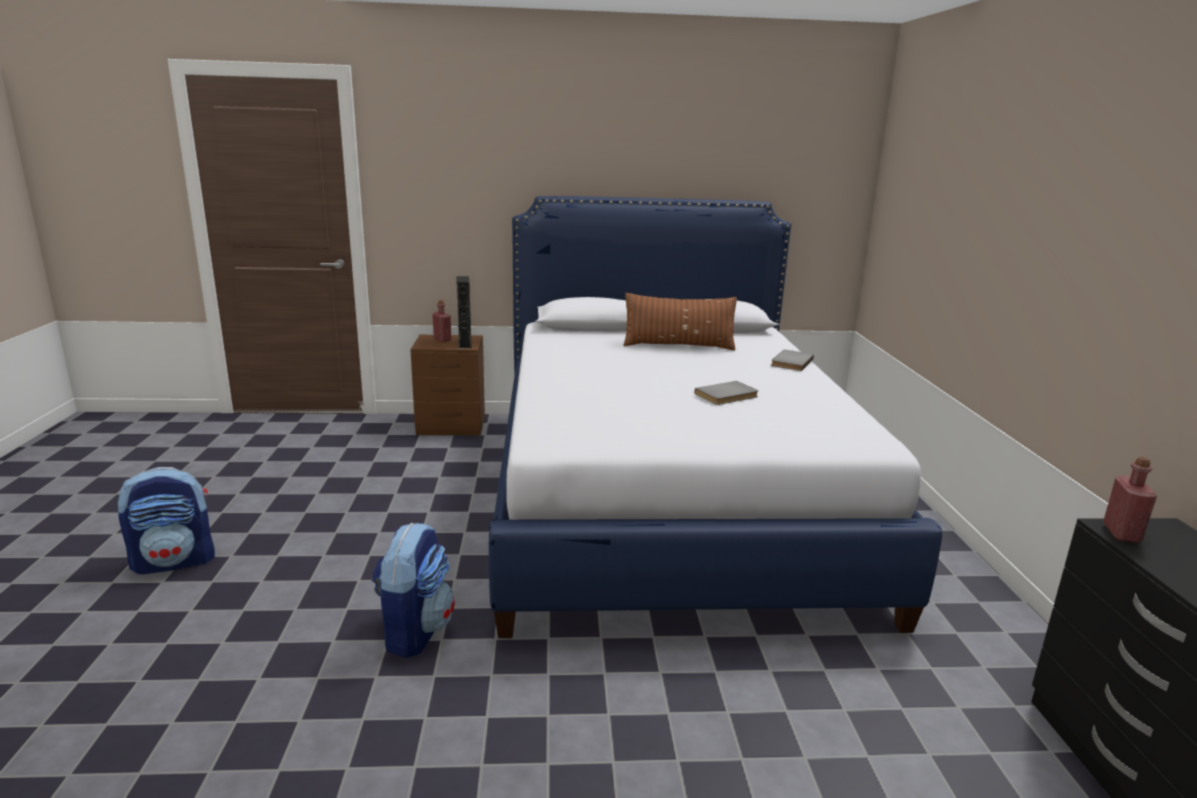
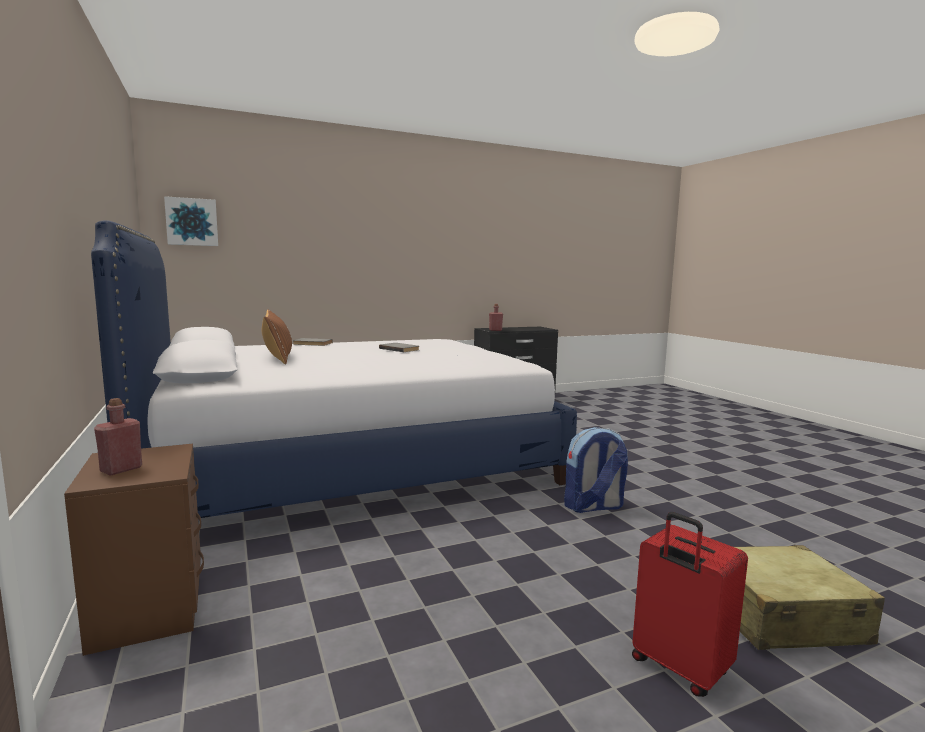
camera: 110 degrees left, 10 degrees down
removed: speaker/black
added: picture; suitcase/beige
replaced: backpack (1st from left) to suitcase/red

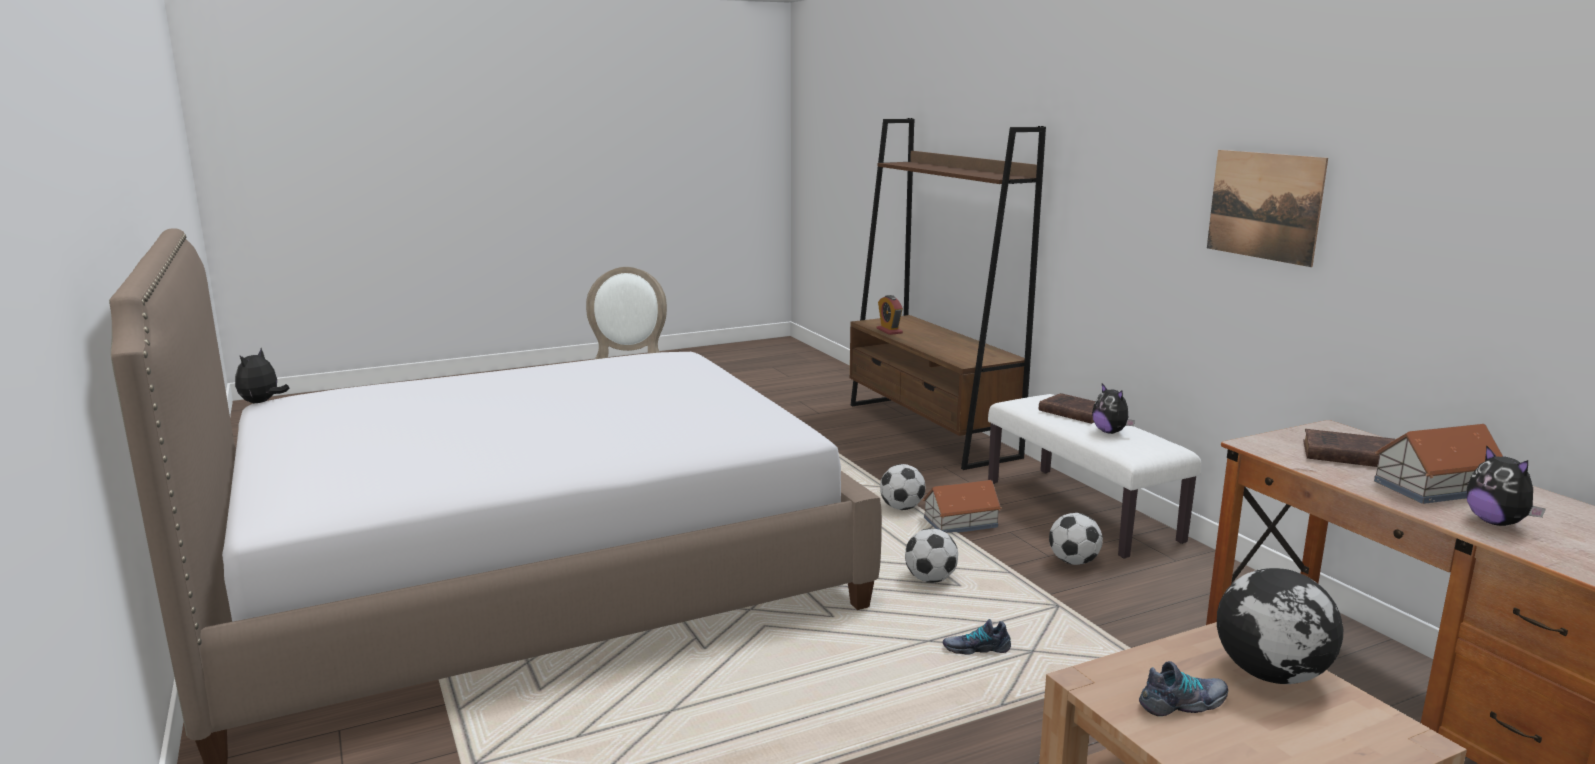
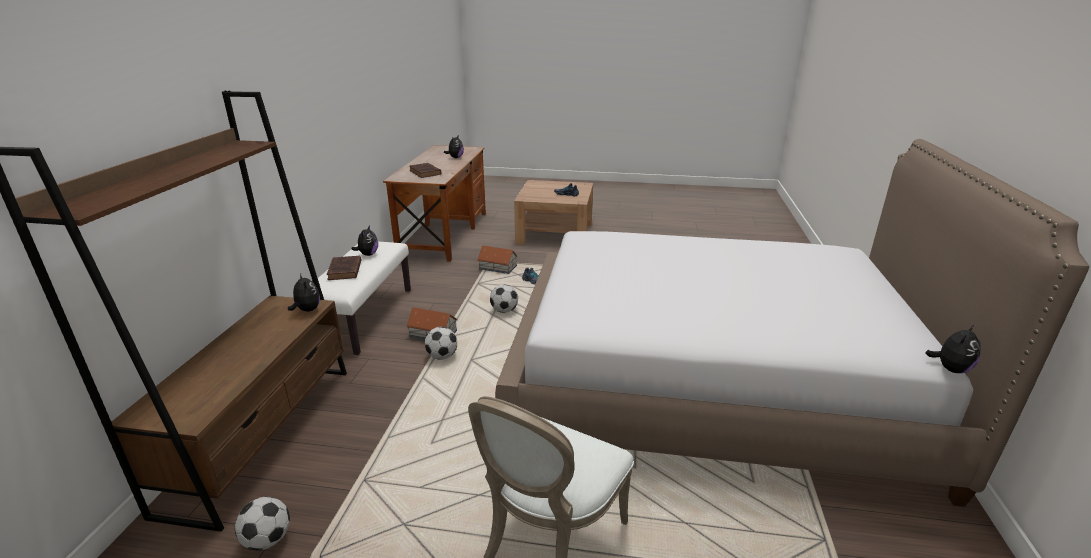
camera: 145 degrees left, 10 degrees up
removed: alarm clock; picture; globe
added: plush toy (1st from left)
moved: football (3rd from left in the first image) to football (1st from left); toy house (2nd from left)

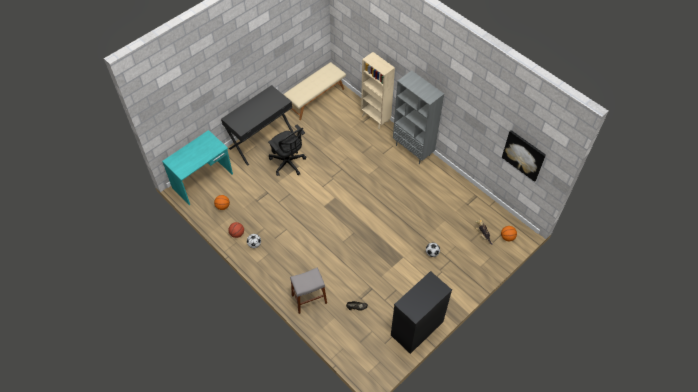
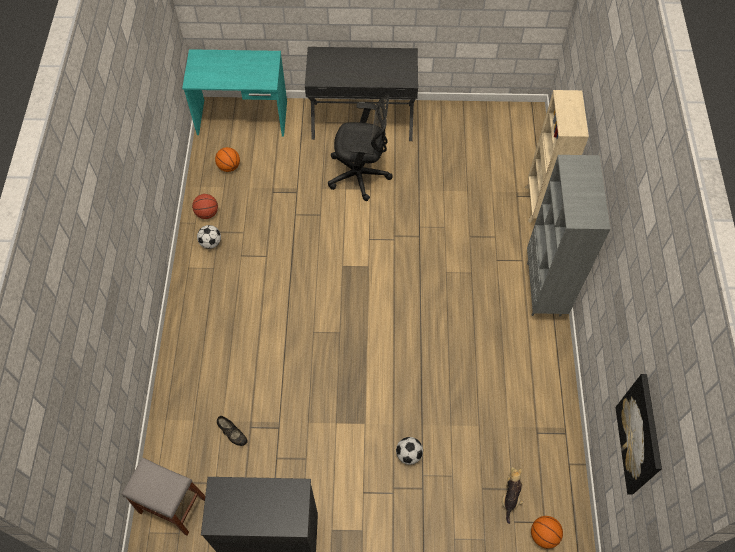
camera: 45 degrees right, 5 degrees up
removed: bench/beige
moved: stool/grey
turned: office chair/black 90 degrees counterclockwise

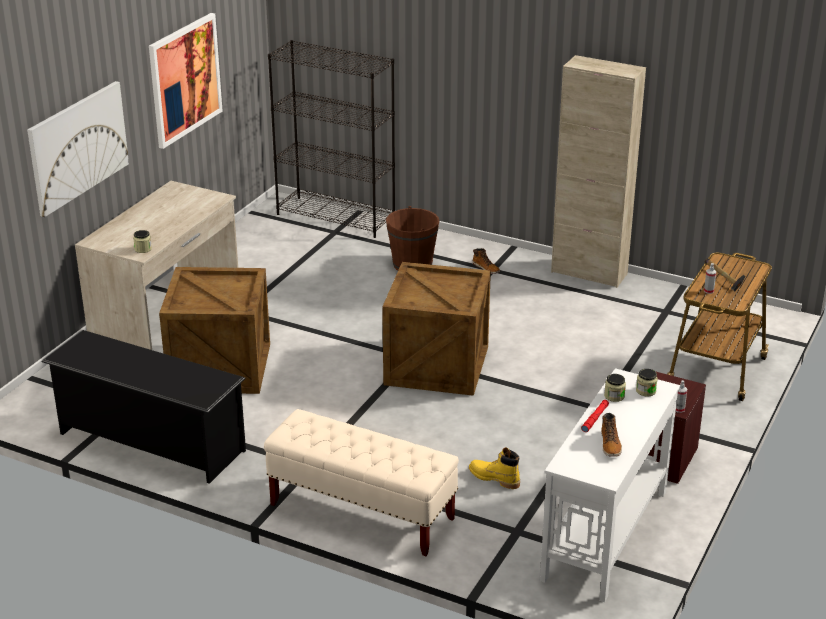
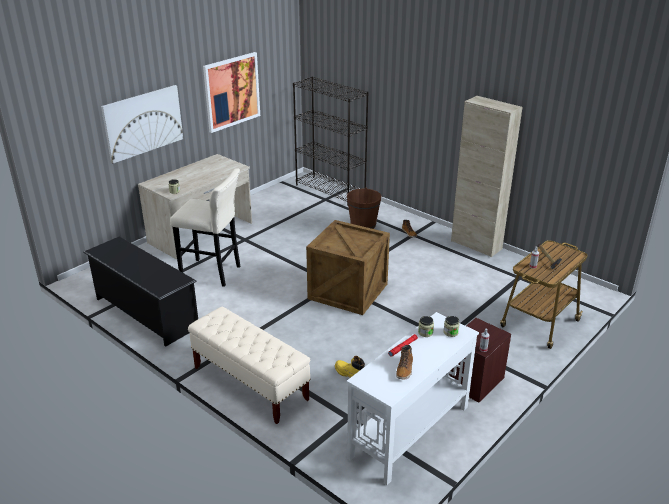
camera: 15 degrees right, 0 degrees up
replaced: crate (1st from left) to stool/beige

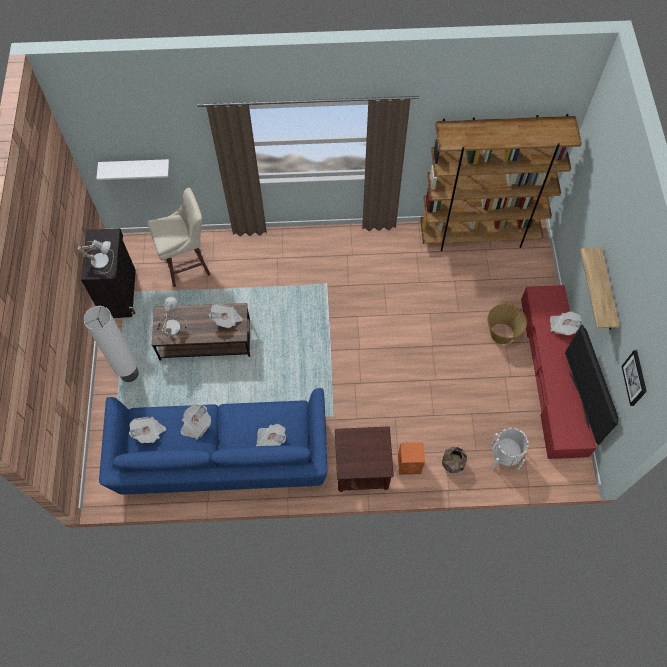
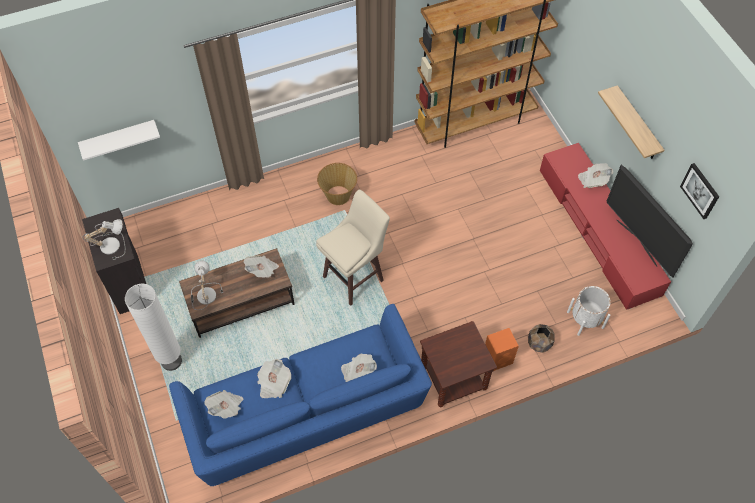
camera: 20 degrees left, 5 degrees down
moved: stool/beige; basket

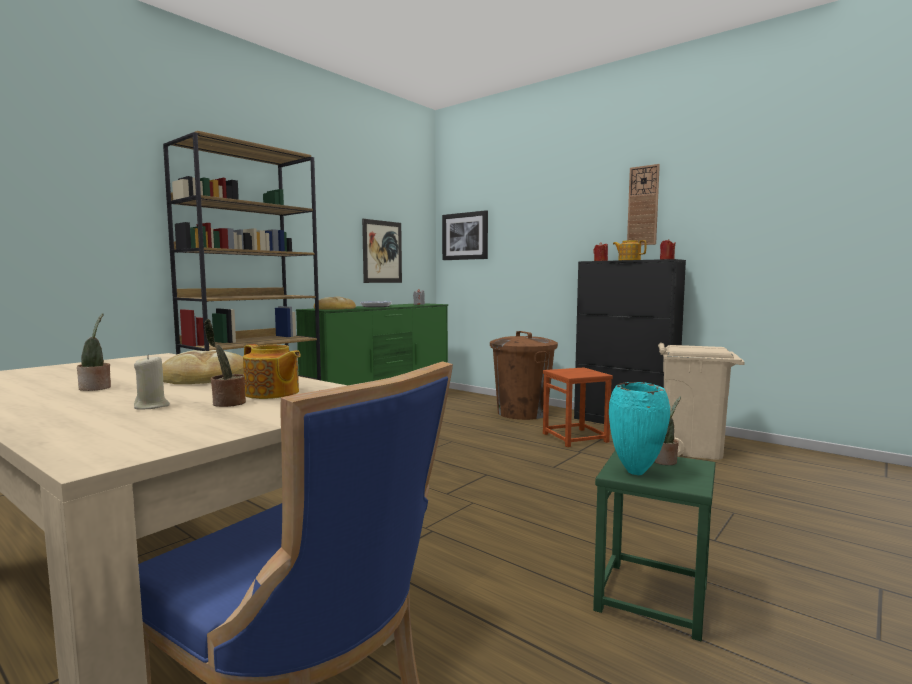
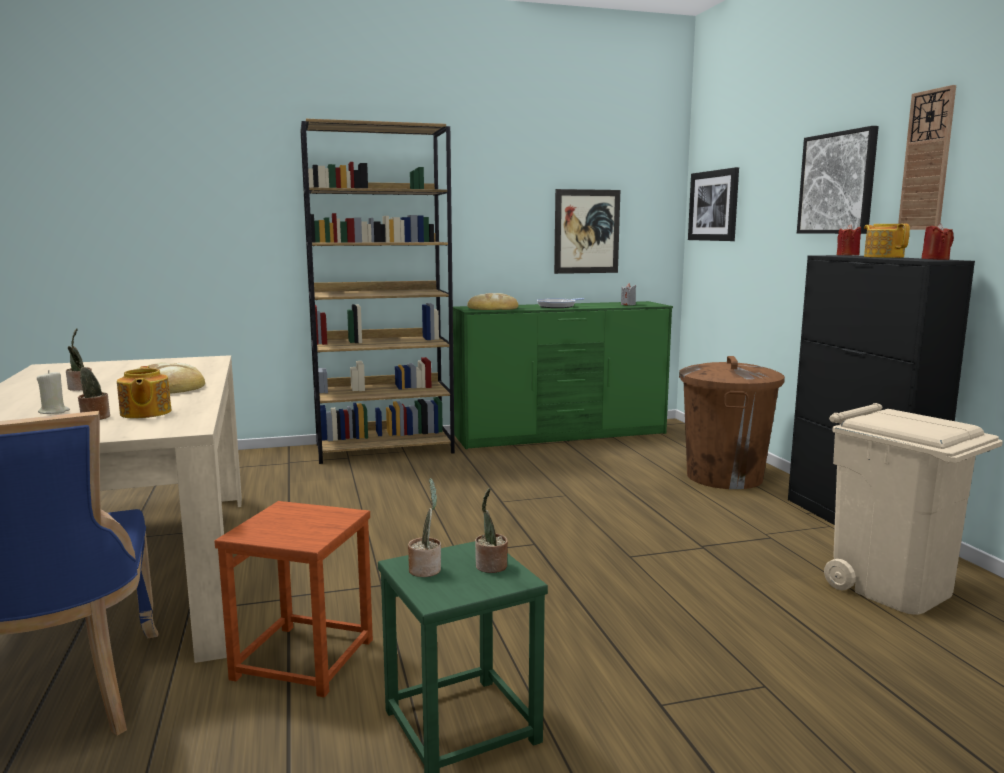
camera: 35 degrees right, 5 degrees up
added: picture (3rd from left)
moved: stool/brown
replaced: vase/turquoise to potted plant (3rd from left)

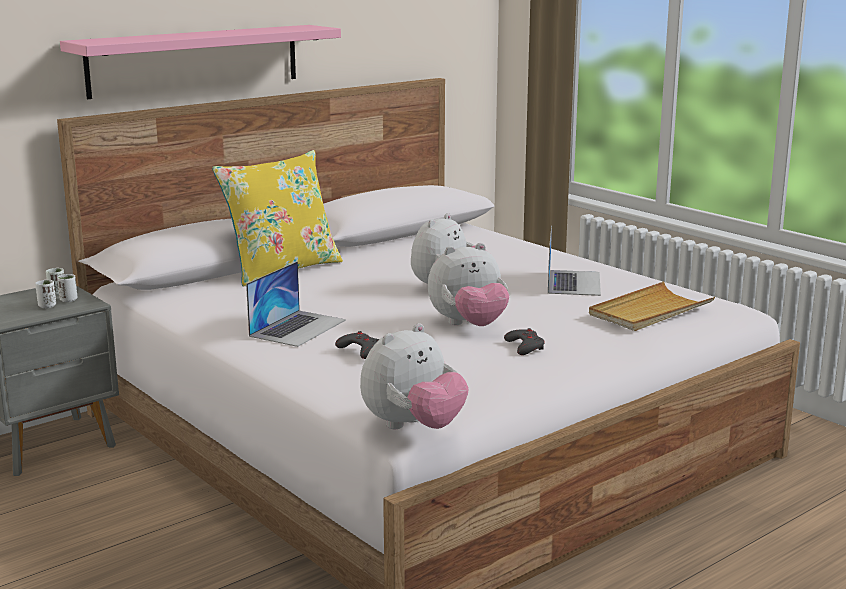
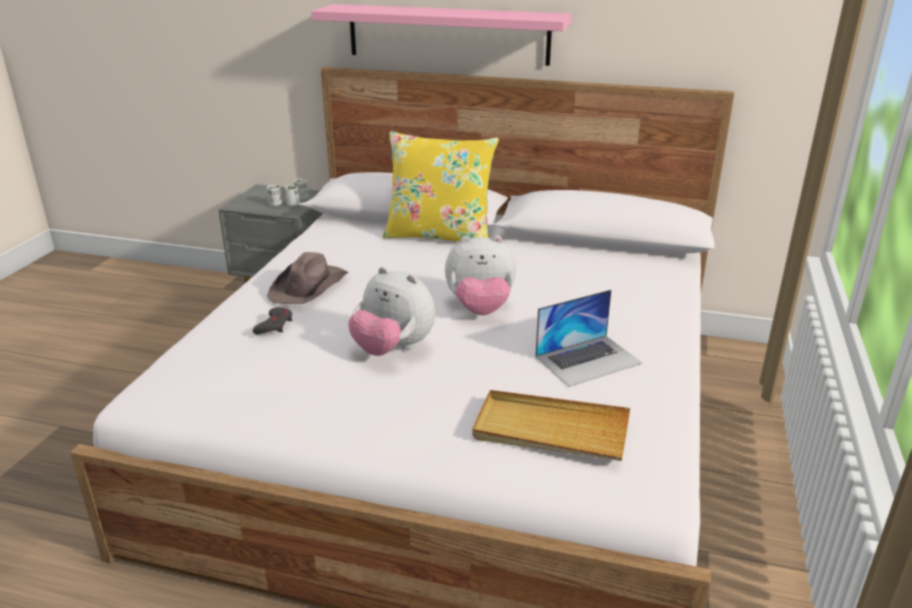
camera: 55 degrees right, 10 degrees up
removed: plush toy (1st from left); game controller/grey (2nd from left)
replaced: laptop (1st from left) to hat/brown

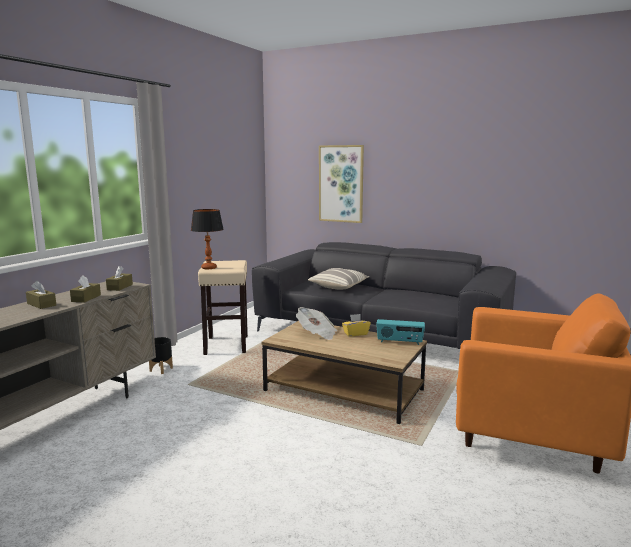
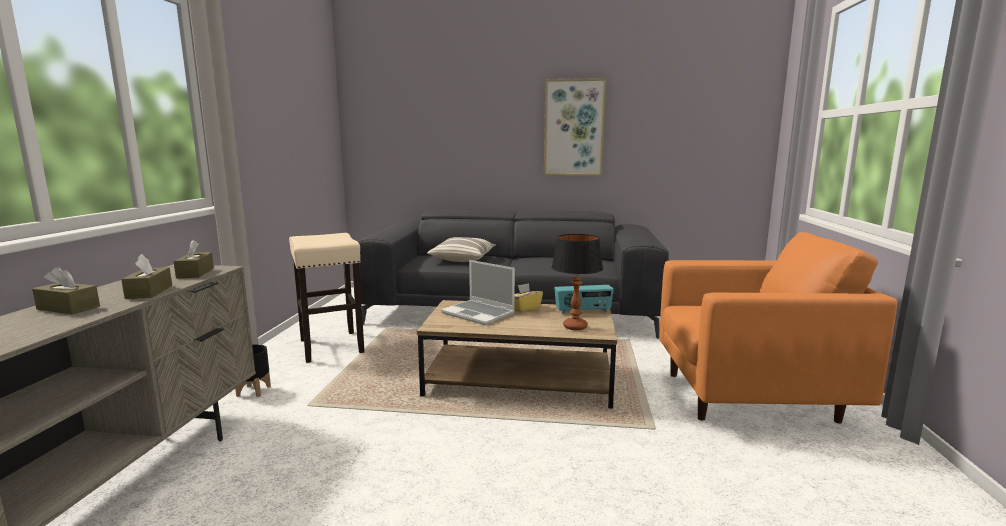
camera: 20 degrees left, 0 degrees up
moved: table lamp; picture
replaced: newspaper to laptop

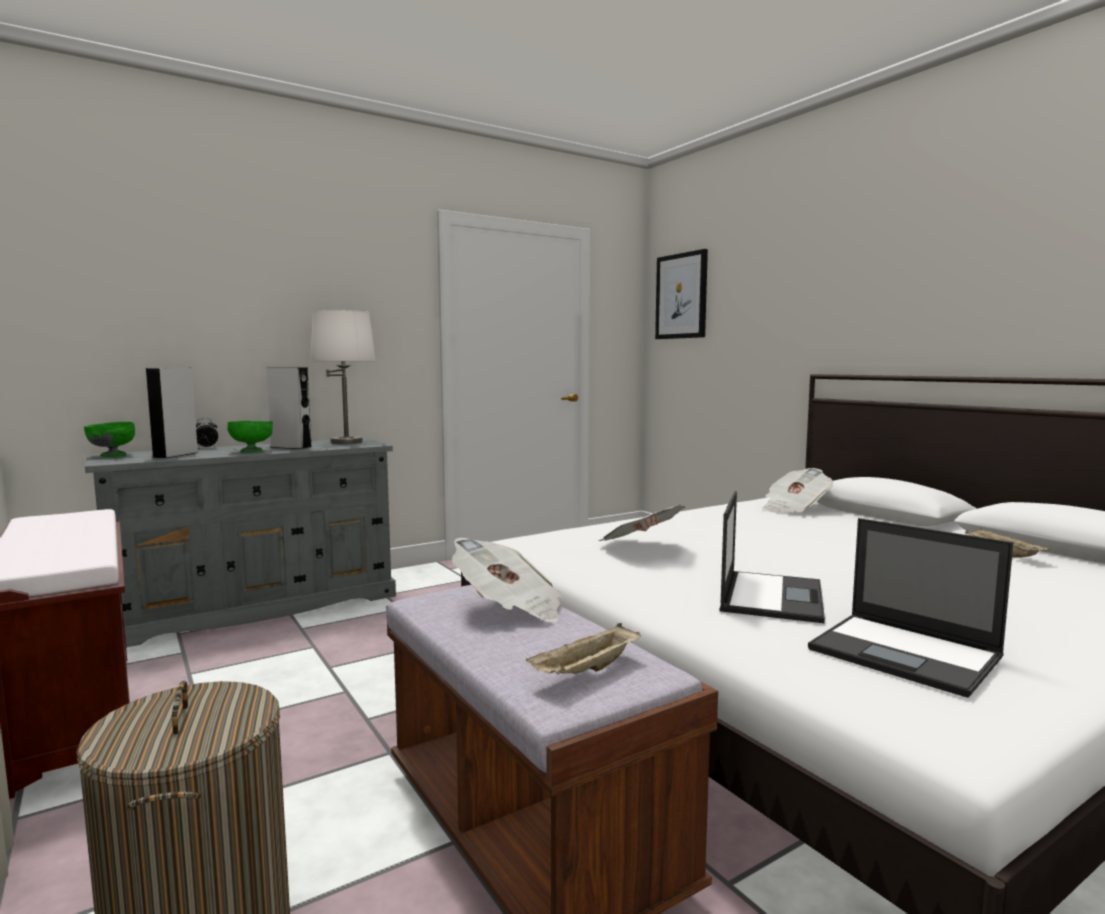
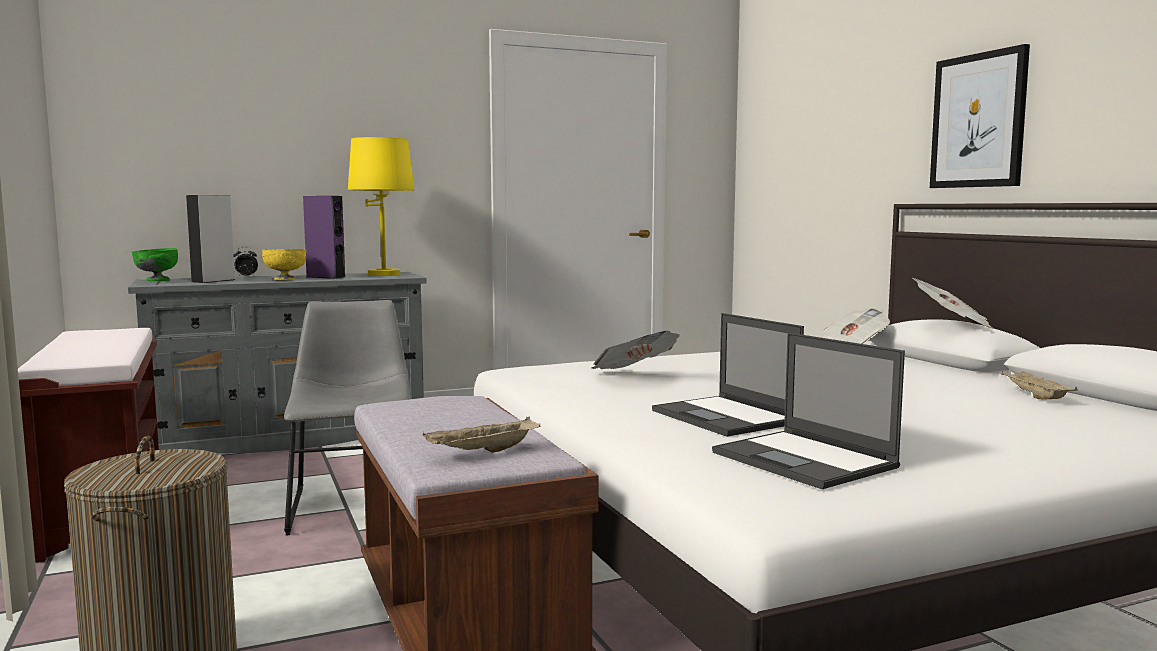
camera: 10 degrees right, 0 degrees up
added: chair/grey
moved: newspaper (1st from left in the first image) to newspaper (3rd from left); picture
recoloured: bowl/green (2nd from left) to bowl/yellow; speaker/grey (2nd from left) to speaker/purple; table lamp/white to table lamp/yellow
turned: laptop (1st from left) 120 degrees clockwise

